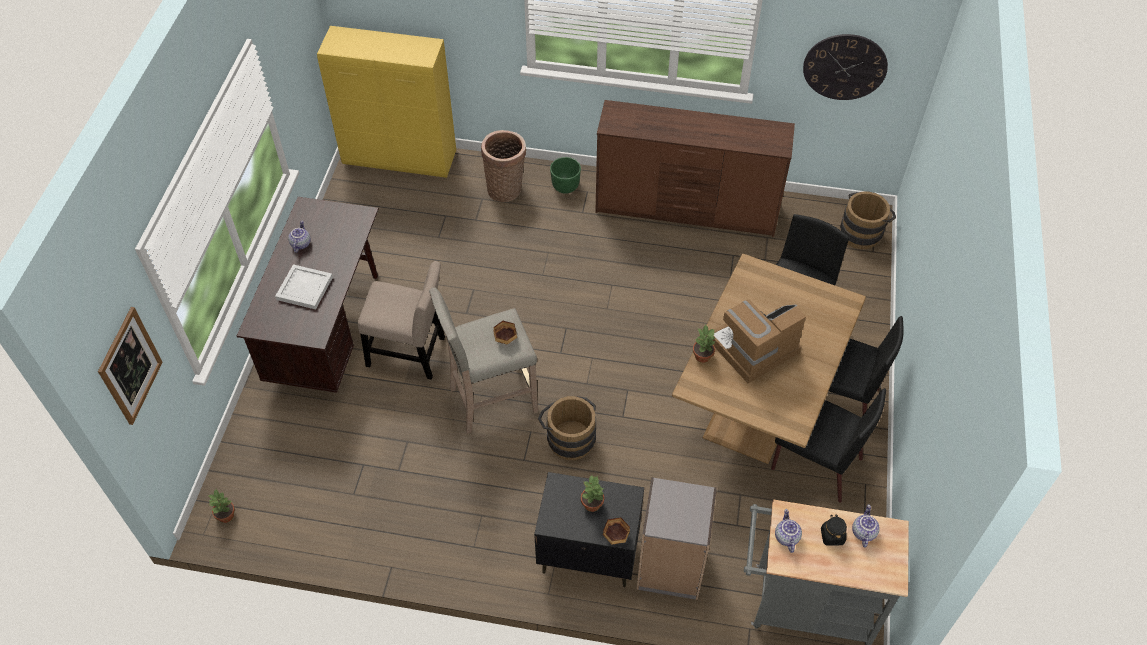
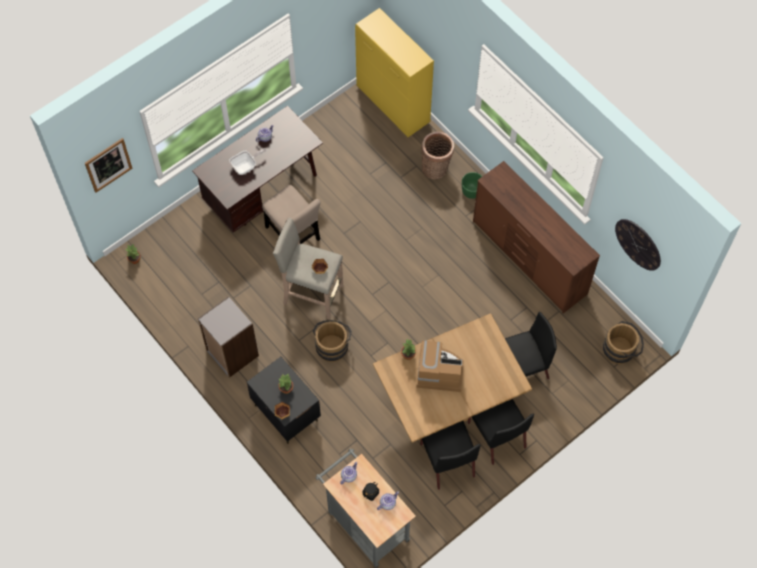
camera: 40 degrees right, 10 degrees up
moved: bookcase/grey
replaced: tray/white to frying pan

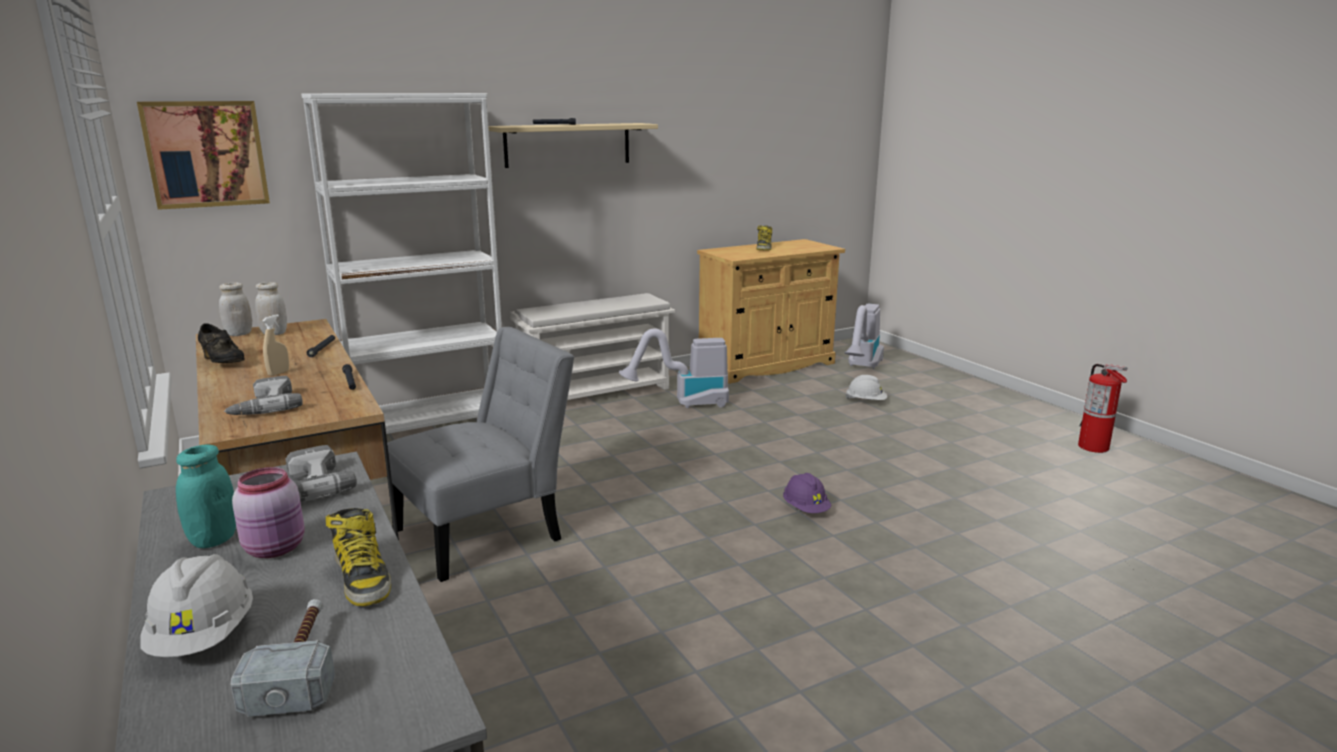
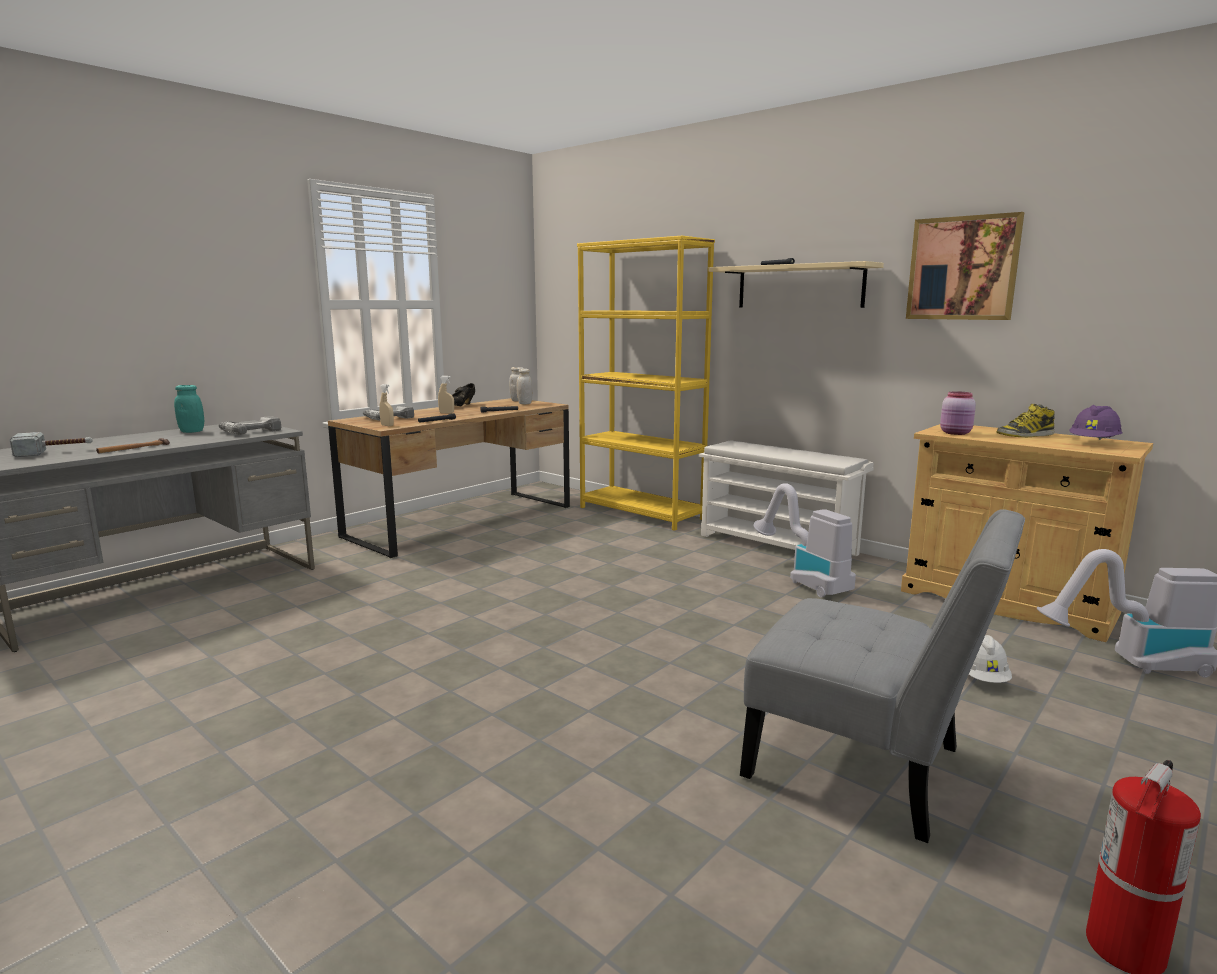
camera: 70 degrees right, 5 degrees down
removed: hard hat/white (1st from left)
added: spray bottle/beige (1st from left)
moved: picture; jar/pink; chair/grey; hard hat/purple
replaced: boot (1st from left) to hammer (2nd from left)
recoloured: bookcase/white to bookcase/yellow

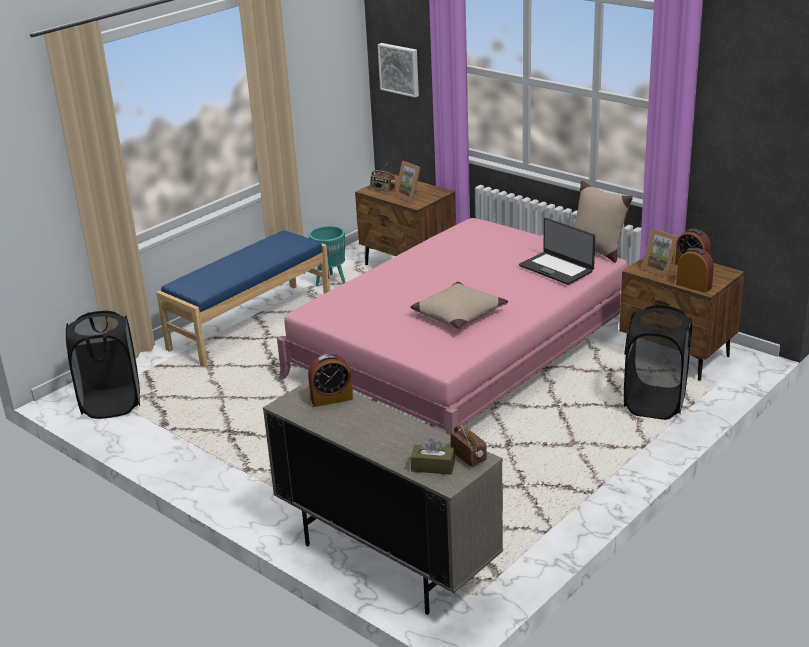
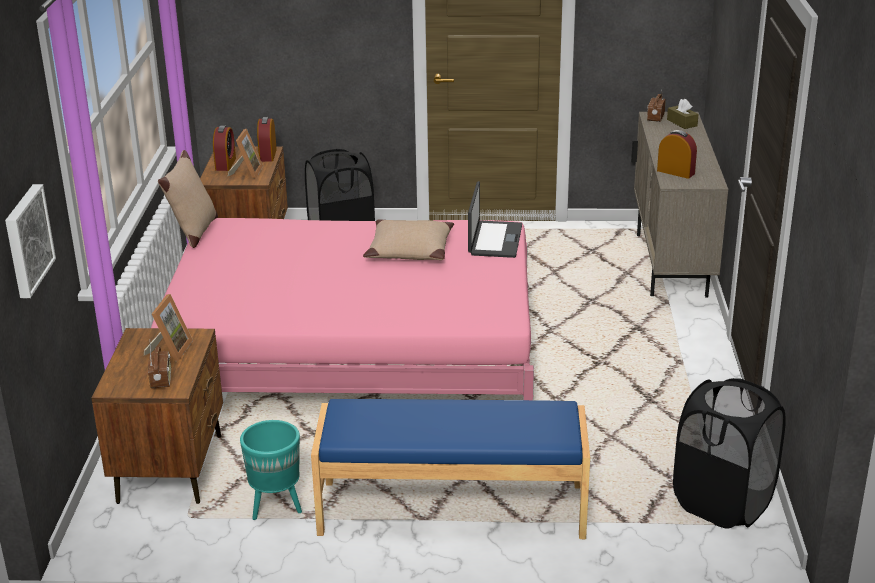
camera: 130 degrees left, 0 degrees up
moved: laptop

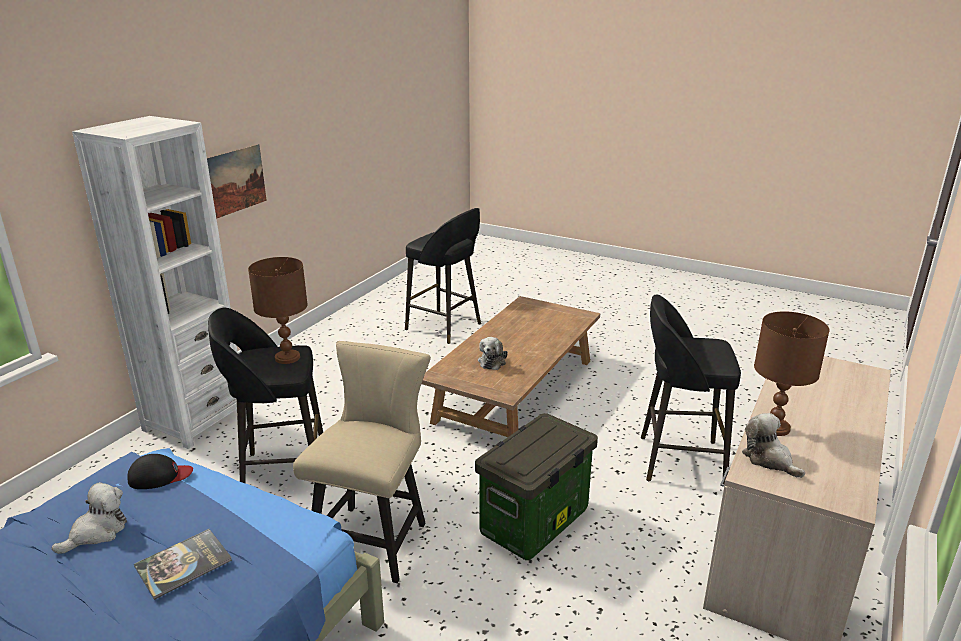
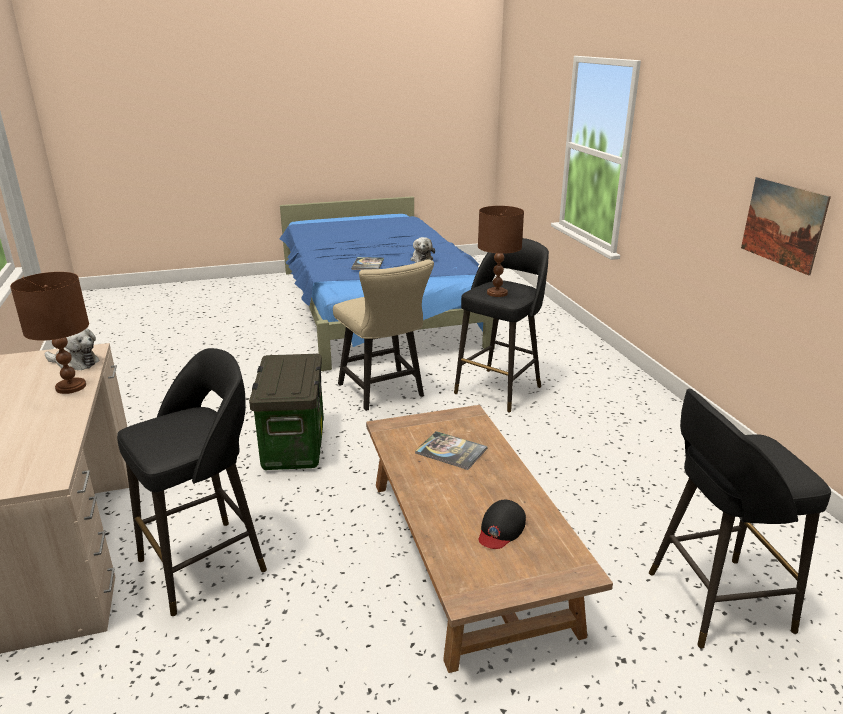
camera: 135 degrees right, 0 degrees up
removed: bookcase/white
moved: cap/black
replaced: plush toy (2nd from left) to book (2nd from left)

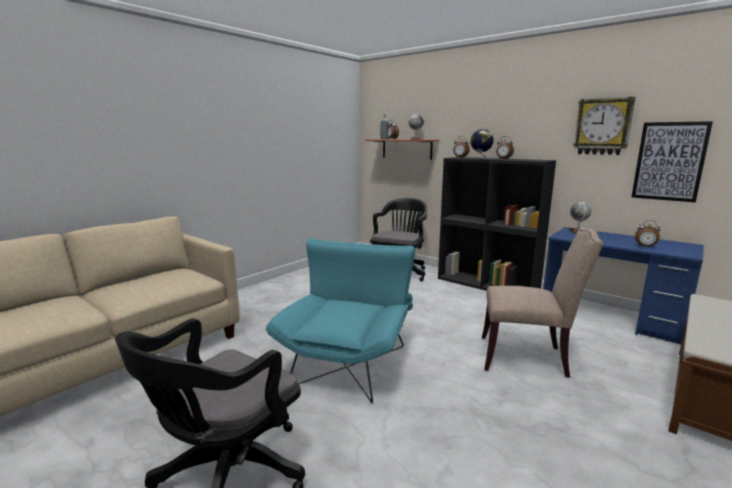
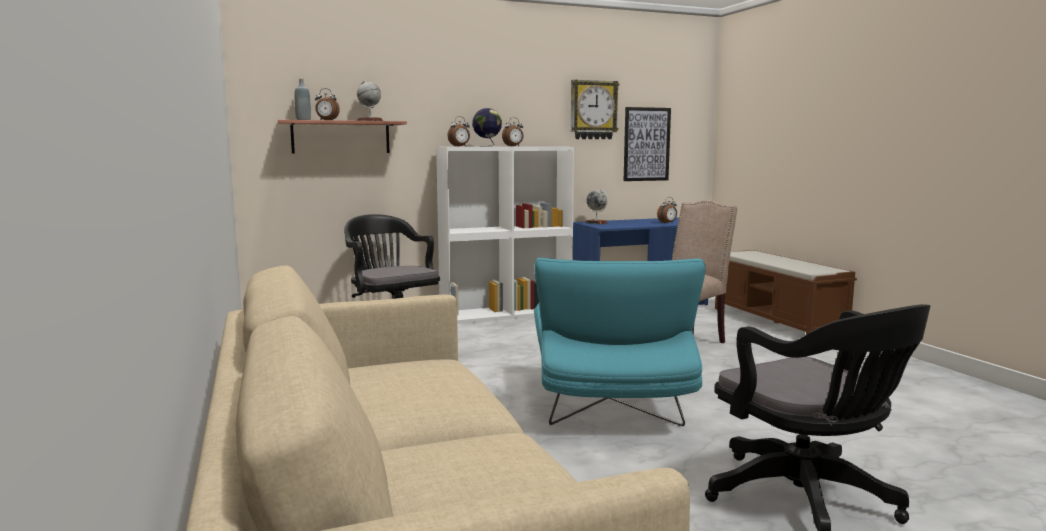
camera: 60 degrees left, 5 degrees down
recoloured: bookcase/black to bookcase/white
turned: armchair/turquoise 135 degrees counterclockwise

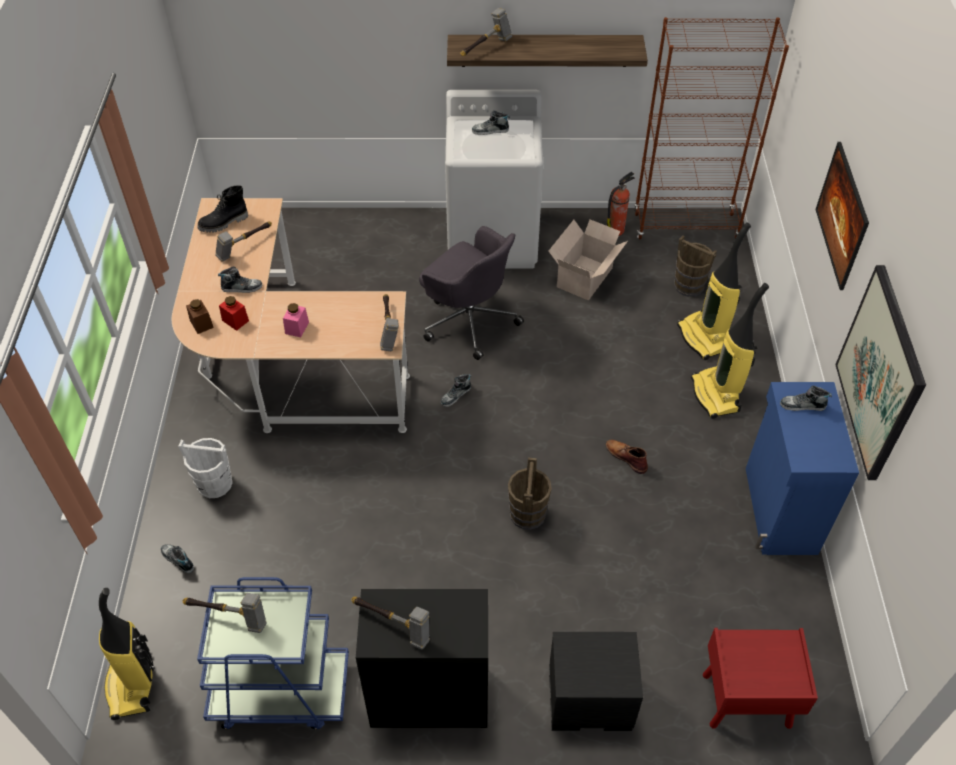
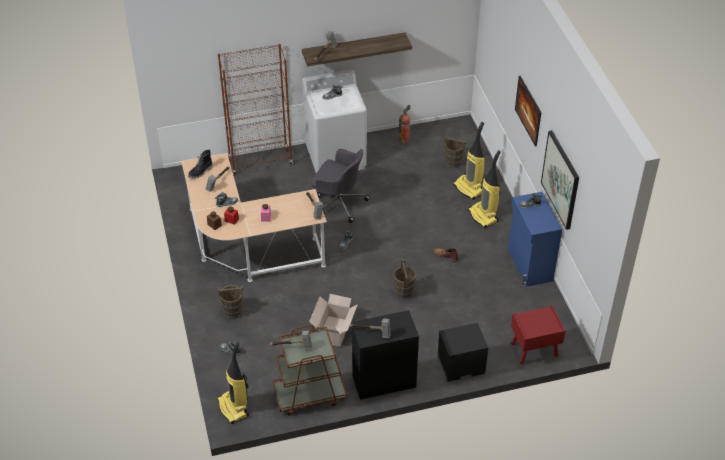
camera: 15 degrees left, 5 degrees down
moved: cardboard box; bookcase/brown
recoloured: bucket/white to bucket/brown (1st from left); cart/blue to cart/brown

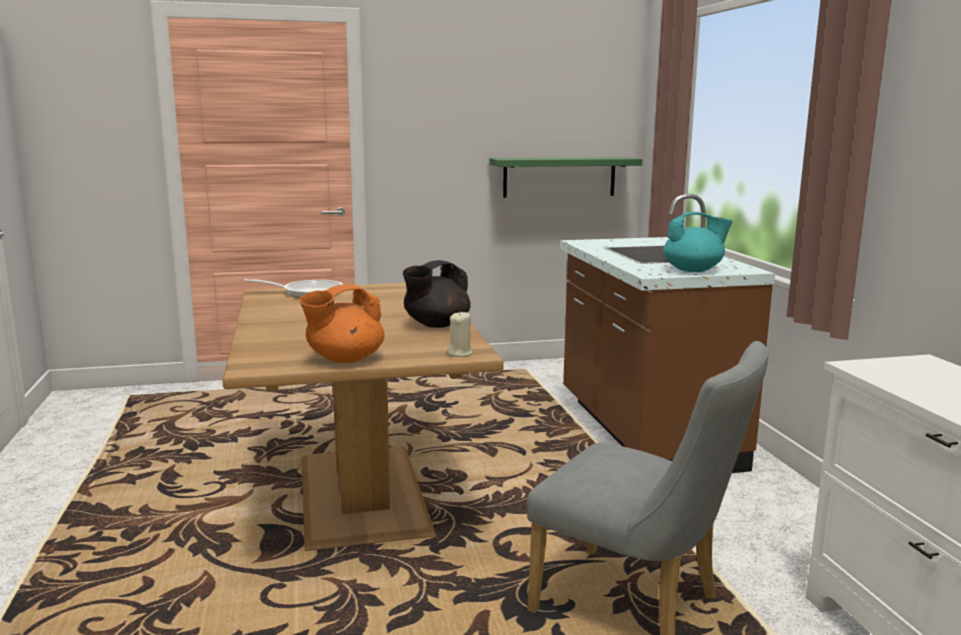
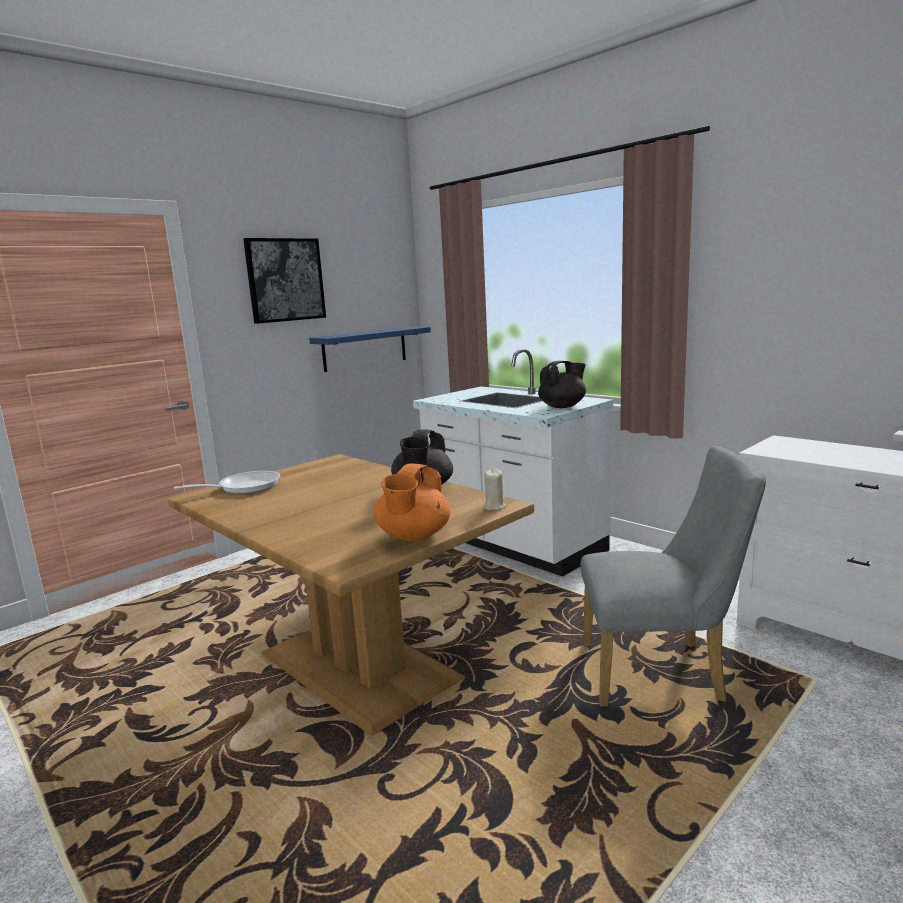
camera: 30 degrees left, 0 degrees up
added: picture
recoloured: shelf/green to shelf/blue; counter/brown to counter/white; teapot/turquoise to teapot/black (2nd from left)

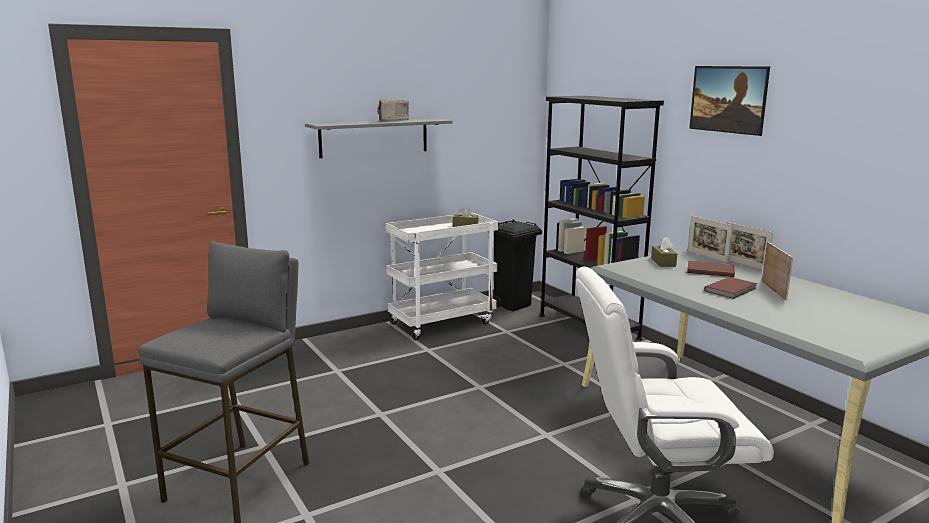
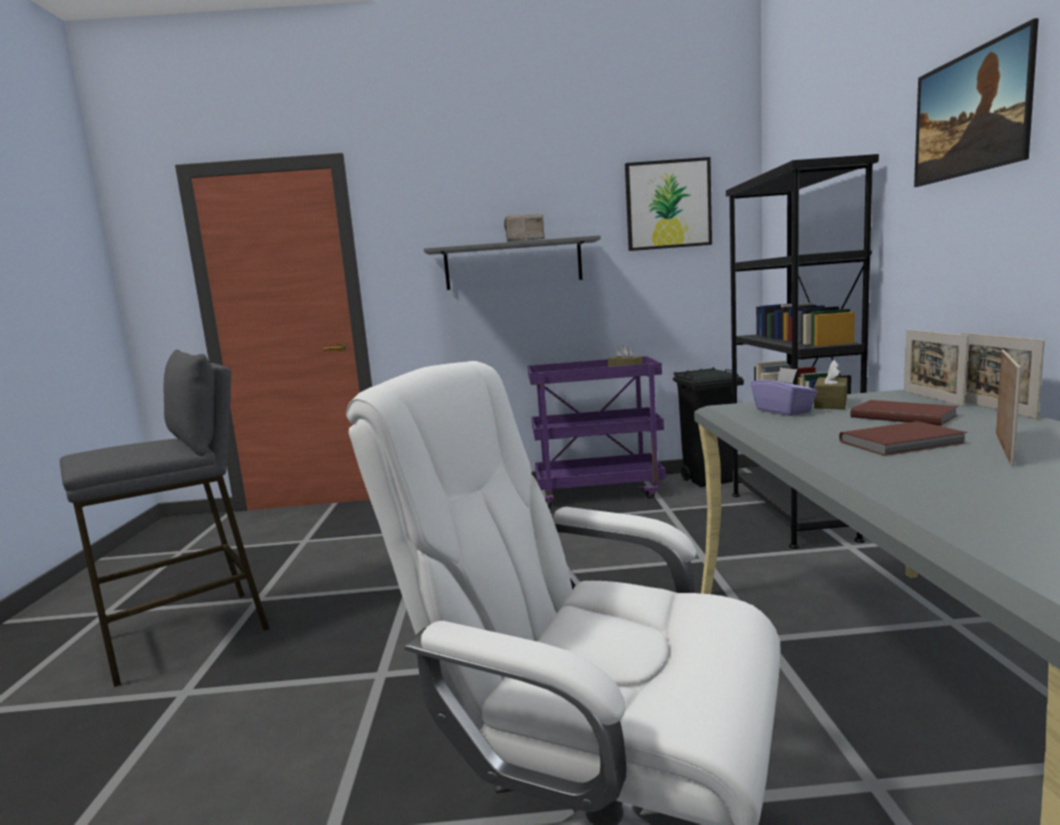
camera: 30 degrees right, 5 degrees down
added: picture (1st from left); tissue box/purple
recoloured: cart/white to cart/purple

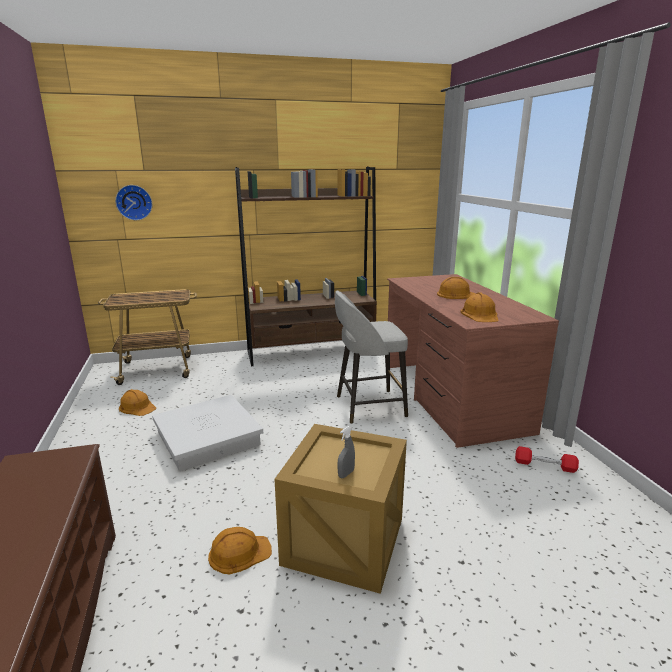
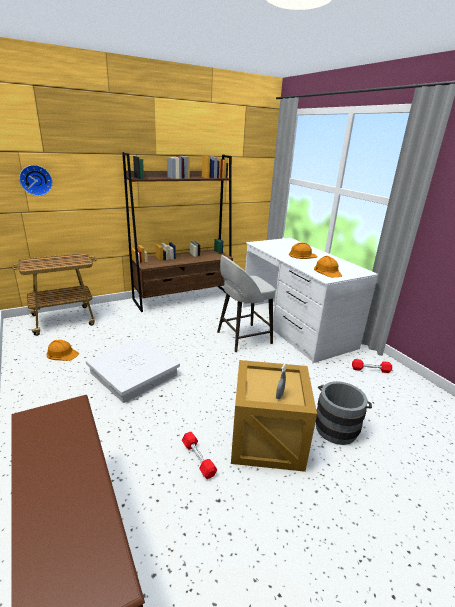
camera: 15 degrees left, 5 degrees up
added: bucket/grey
replaced: hard hat/orange (2nd from left) to dumbbell/red (1st from left)
recoloured: desk/brown to desk/white

